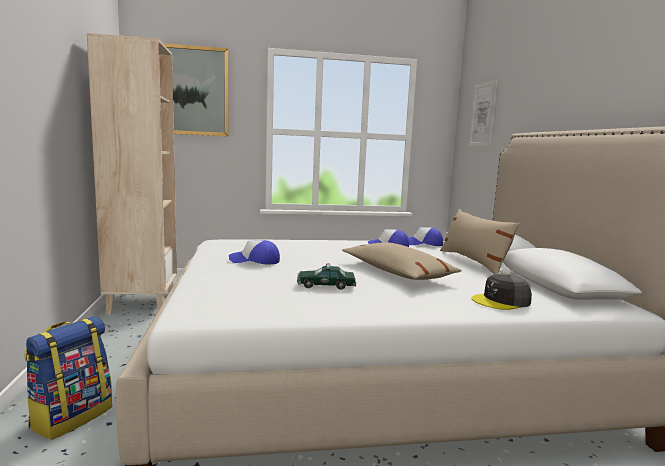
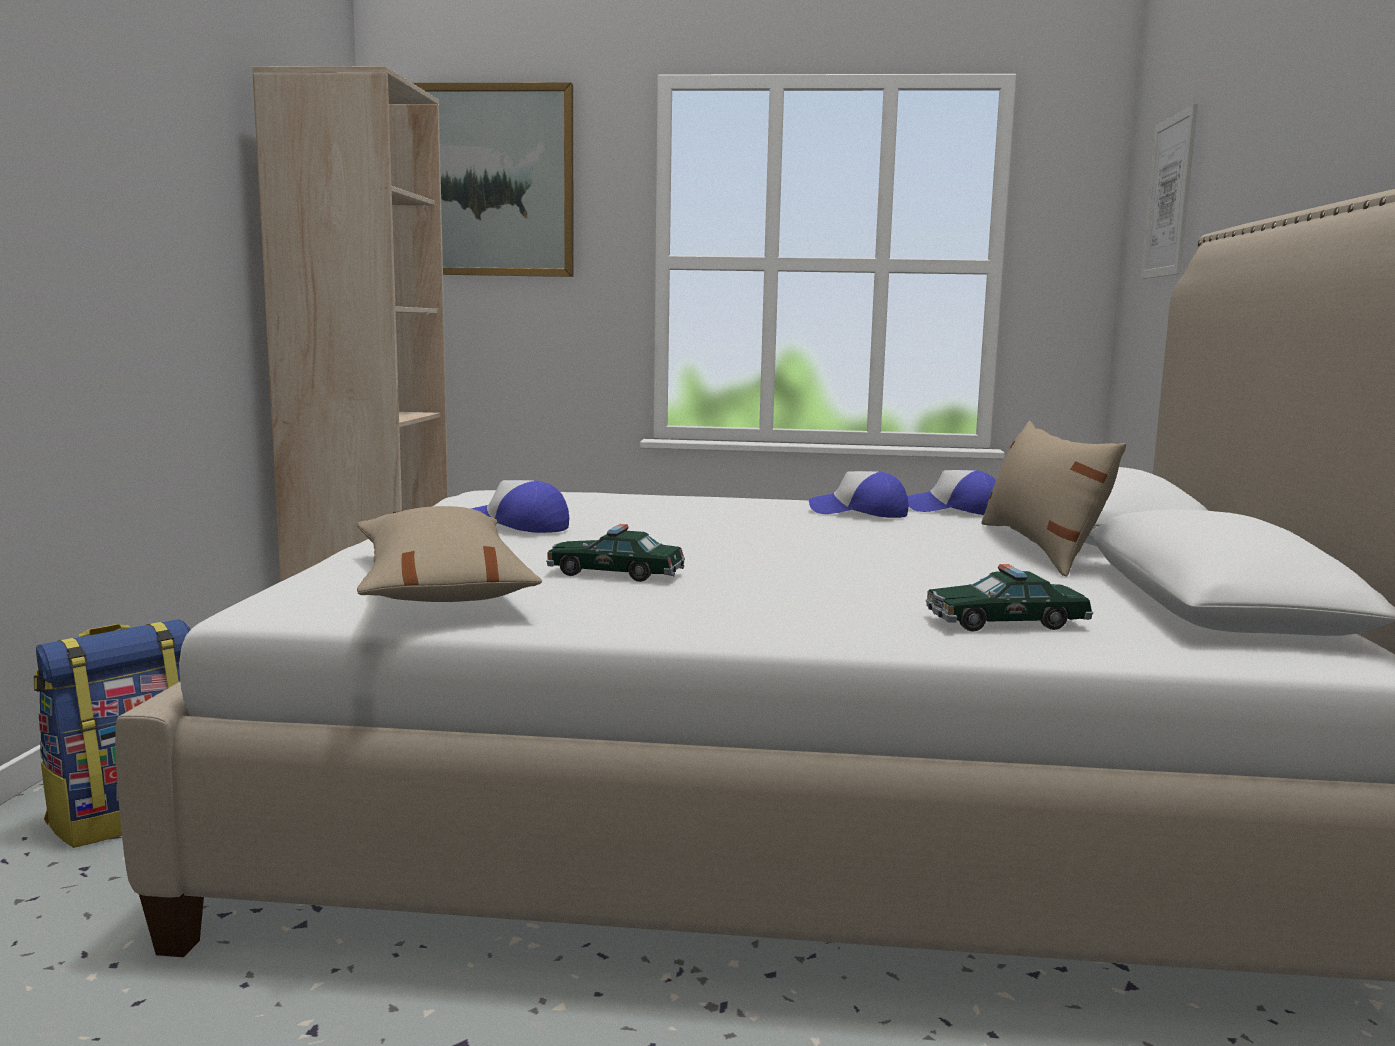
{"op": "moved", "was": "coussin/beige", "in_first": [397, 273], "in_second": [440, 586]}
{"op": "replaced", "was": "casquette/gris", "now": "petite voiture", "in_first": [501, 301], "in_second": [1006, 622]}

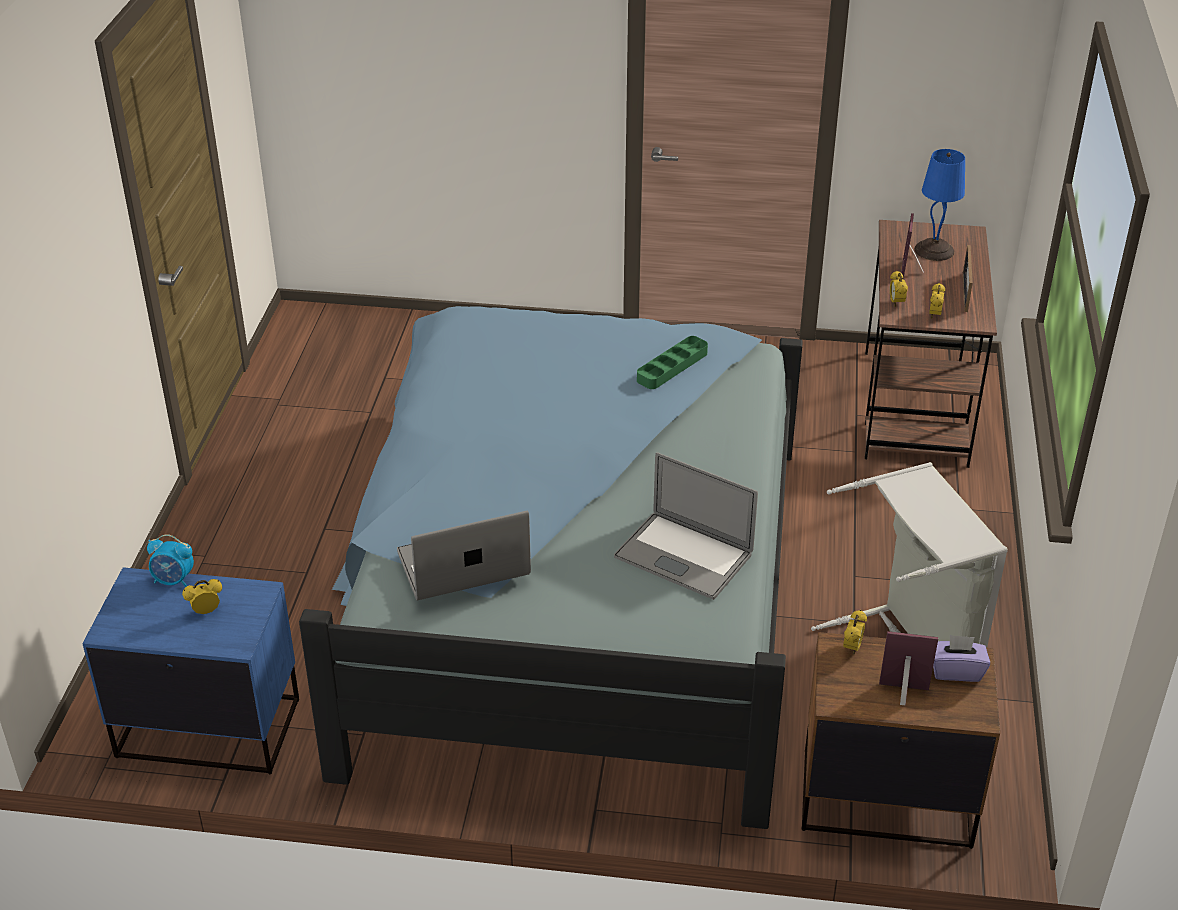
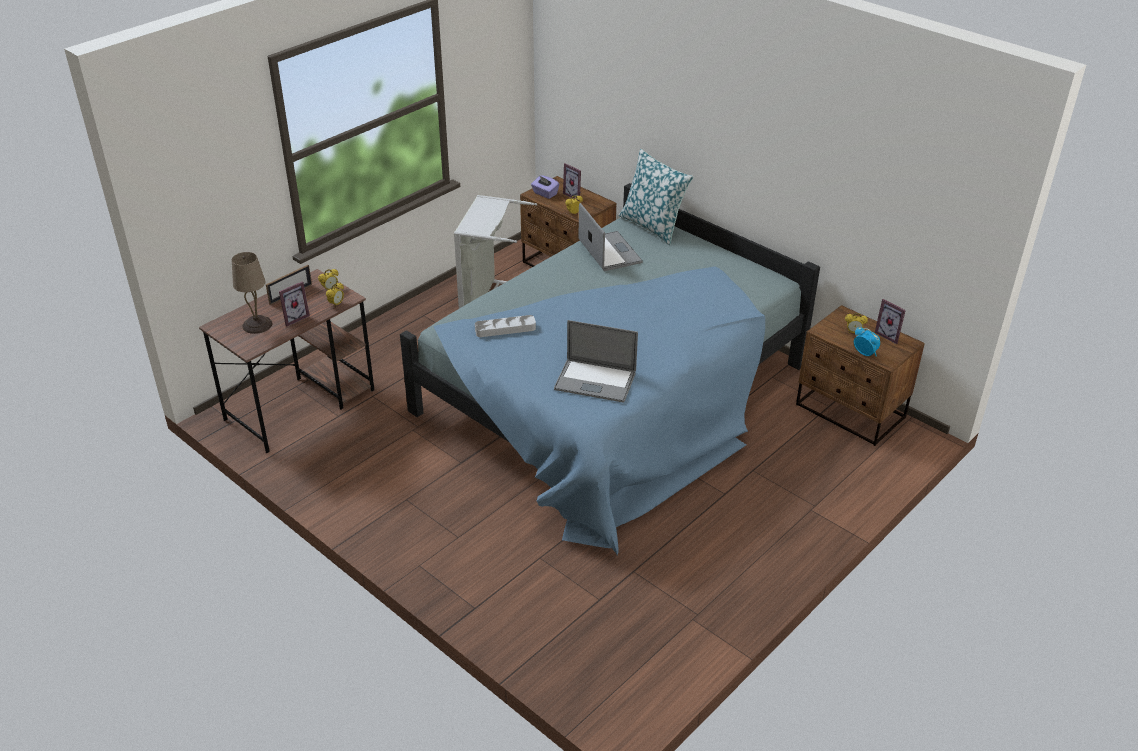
{"op": "recoloured", "was": "table de chevet/bleu", "now": "table de chevet/marron", "in_first": [208, 727], "in_second": [850, 412]}
{"op": "moved", "was": "ordinateur portable", "in_first": [463, 564], "in_second": [595, 381]}
{"op": "recoloured", "was": "plateau/vert", "now": "plateau/gris", "in_first": [672, 367], "in_second": [505, 329]}
{"op": "recoloured", "was": "lampe de table/bleu", "now": "lampe de table/beige", "in_first": [933, 250], "in_second": [257, 325]}
{"op": "added", "now": "coussin", "in_second": [653, 226]}
{"op": "added", "now": "cadre photo", "in_second": [890, 335]}

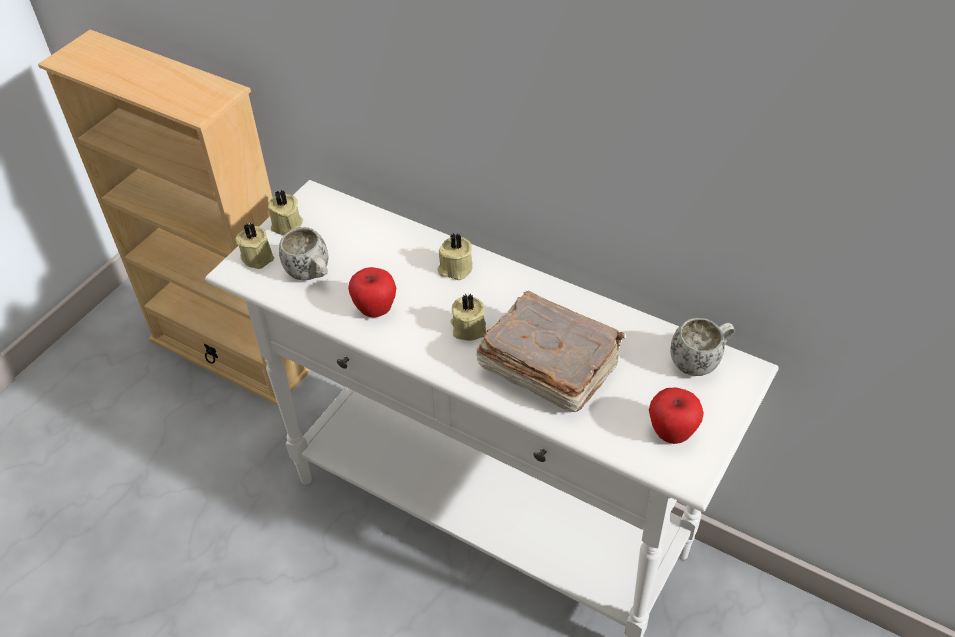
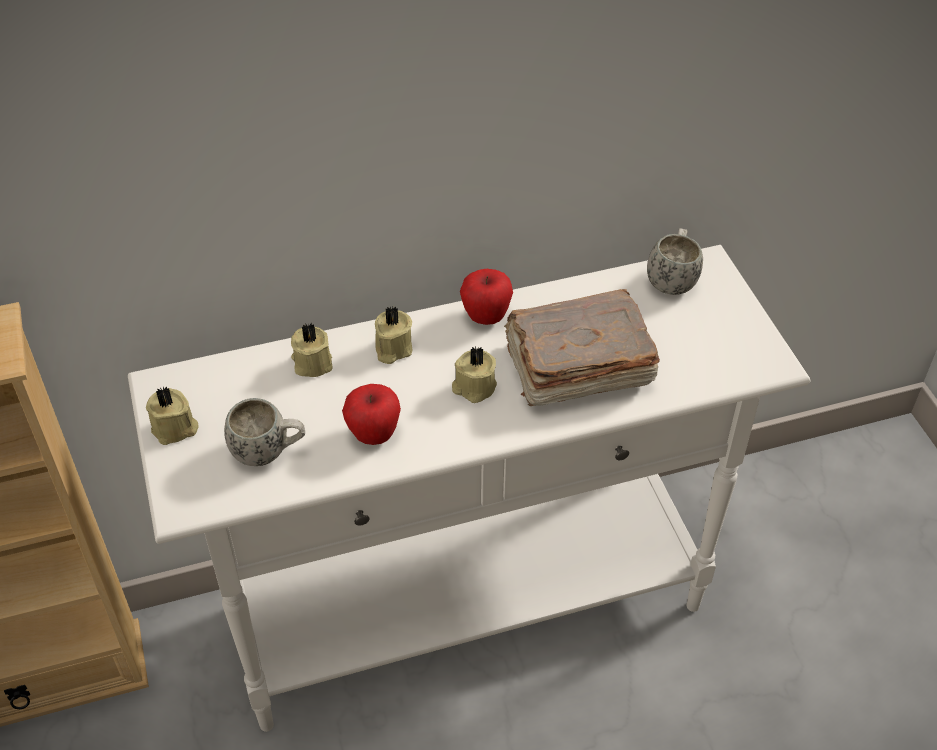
{"op": "moved", "was": "bougie/beige", "in_first": [258, 256], "in_second": [312, 363]}
{"op": "moved", "was": "pomme", "in_first": [671, 433], "in_second": [486, 317]}

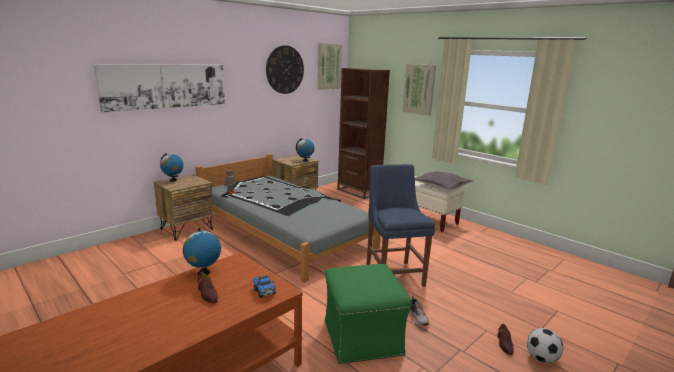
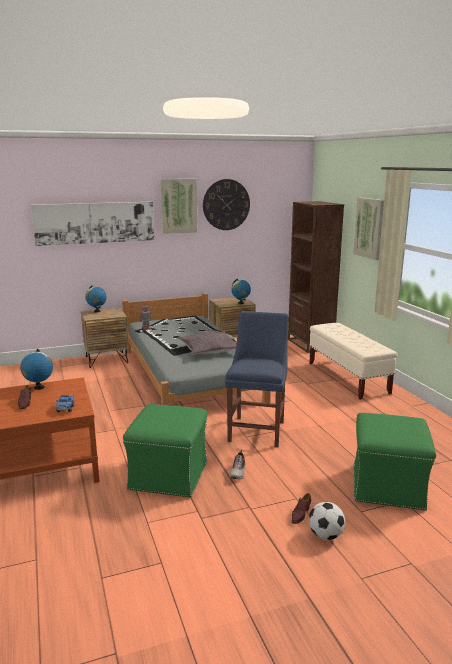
{"op": "moved", "was": "tableau", "in_first": [329, 66], "in_second": [178, 206]}
{"op": "moved", "was": "coussin/gris", "in_first": [441, 186], "in_second": [209, 350]}
{"op": "added", "now": "pouf/vert", "in_second": [388, 487]}

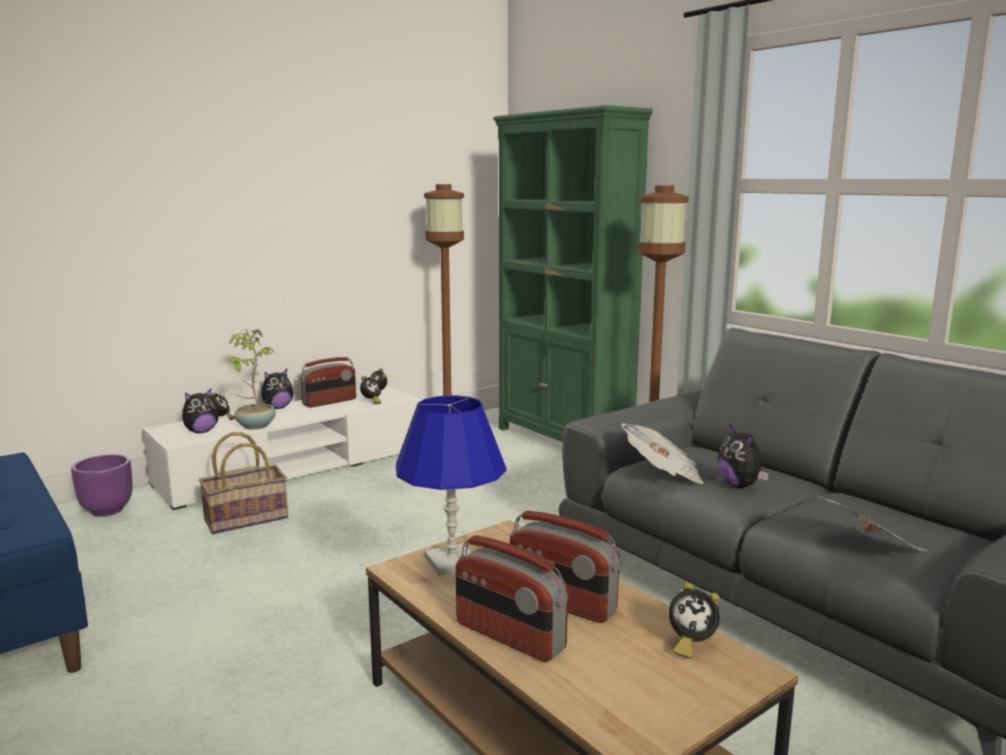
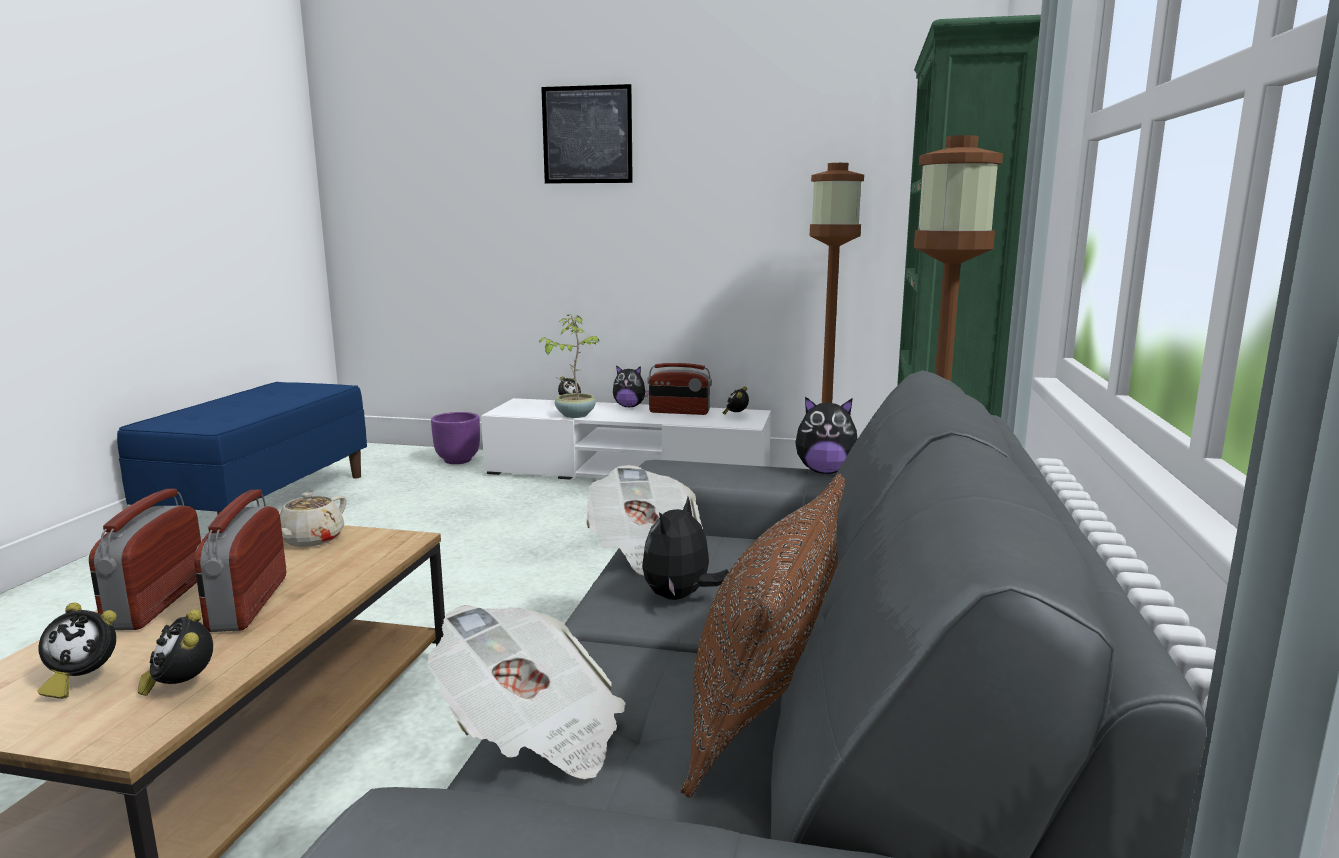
{"op": "moved", "was": "peluche", "in_first": [201, 432], "in_second": [825, 471]}
{"op": "removed", "was": "panier", "in_first": [246, 518]}
{"op": "moved", "was": "réveil", "in_first": [371, 402], "in_second": [82, 681]}
{"op": "replaced", "was": "lampe de table/bleu", "now": "théière/beige", "in_first": [452, 561], "in_second": [310, 540]}
{"op": "added", "now": "tableau", "in_second": [587, 135]}
{"op": "added", "now": "coussin/marron", "in_second": [767, 696]}

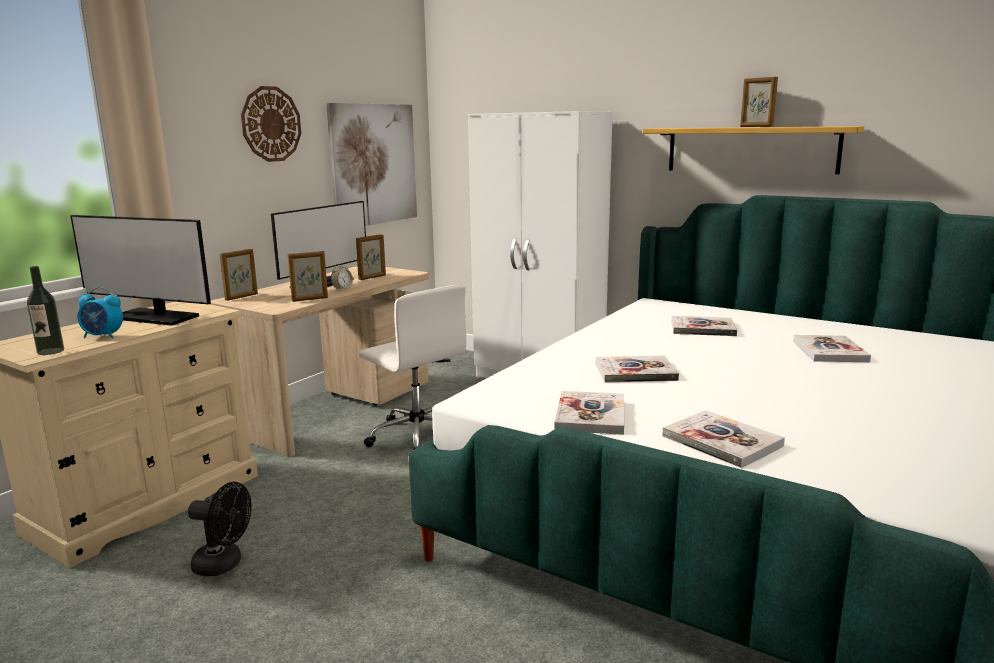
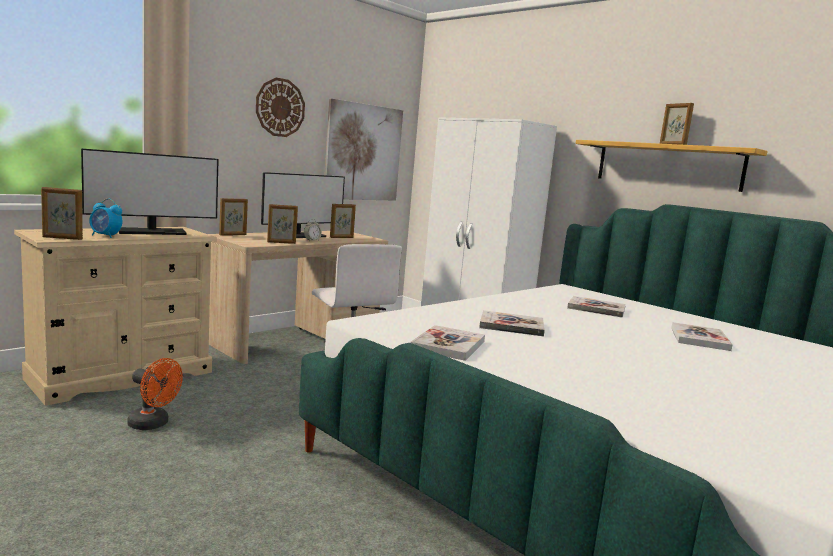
{"op": "replaced", "was": "bouteille", "now": "cadre photo", "in_first": [50, 351], "in_second": [62, 238]}
{"op": "turned", "was": "écran d'ordinateur", "in_first": [154, 317], "in_second": [152, 232], "clockwise": -60}
{"op": "recoloured", "was": "ventilateur/noir", "now": "ventilateur/orange", "in_first": [224, 564], "in_second": [153, 424]}
{"op": "removed", "was": "livre", "in_first": [721, 441]}

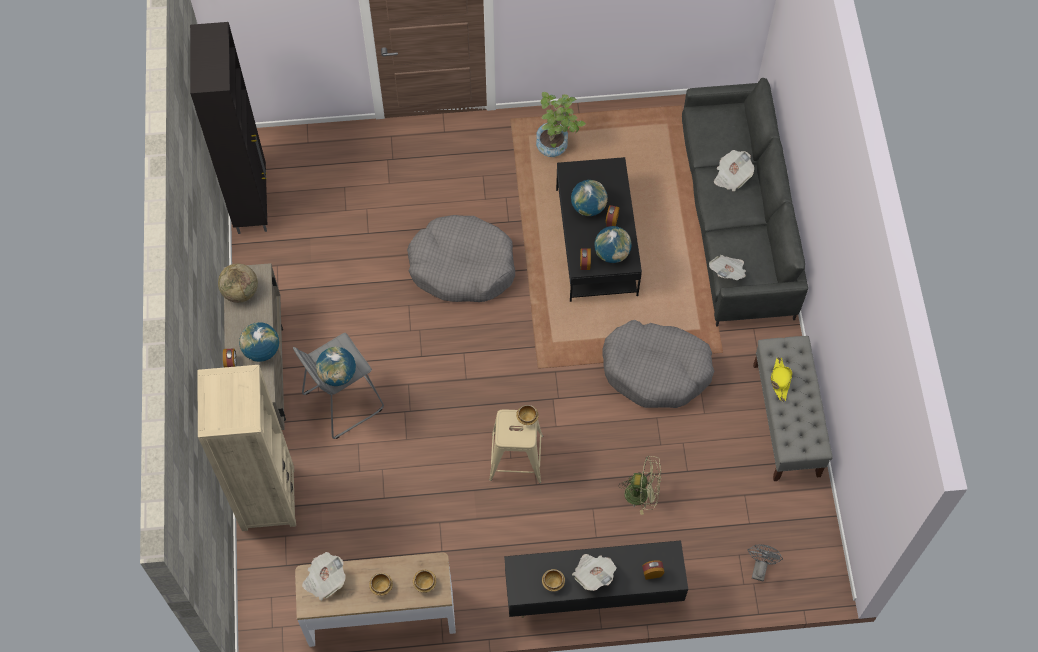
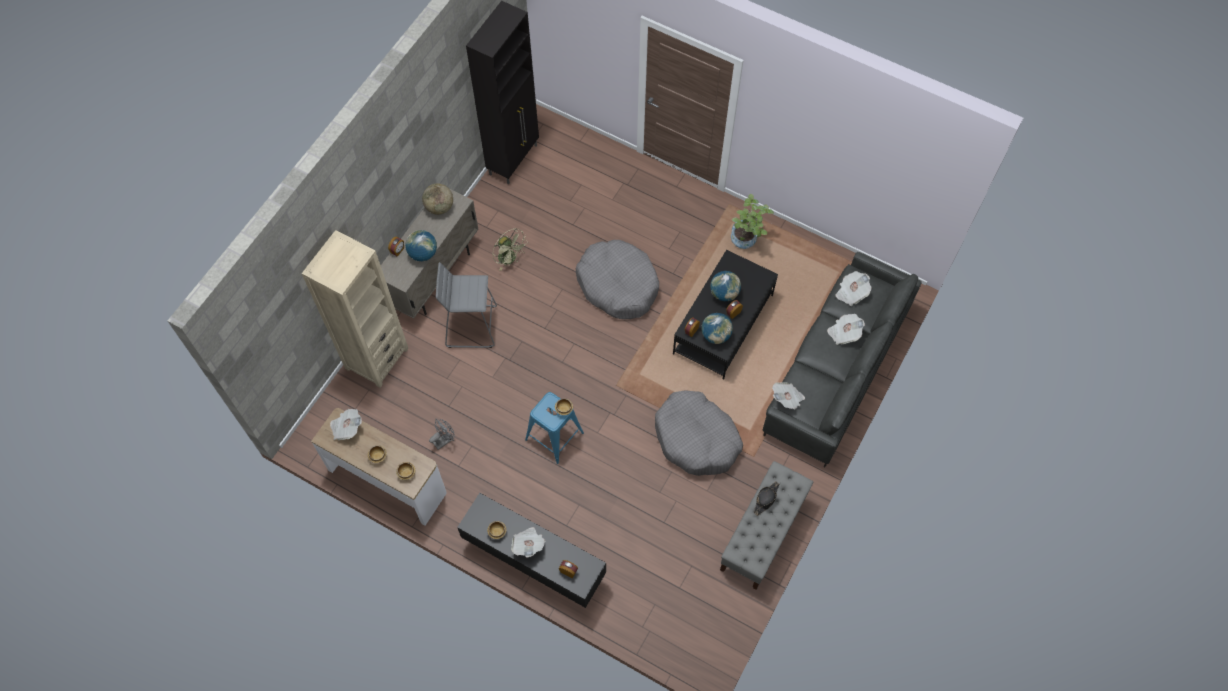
{"op": "removed", "was": "globe", "in_first": [337, 374]}
{"op": "recoloured", "was": "tabouret/beige", "now": "tabouret/bleu", "in_first": [516, 457], "in_second": [554, 436]}
{"op": "moved", "was": "ventilateur/vert", "in_first": [642, 494], "in_second": [510, 259]}
{"op": "moved", "was": "ventilateur/gris", "in_first": [760, 567], "in_second": [444, 440]}
{"op": "recoloured", "was": "chapeau/jaune", "now": "chapeau/noir", "in_first": [780, 380], "in_second": [766, 499]}
{"op": "added", "now": "journal", "in_second": [851, 292]}

